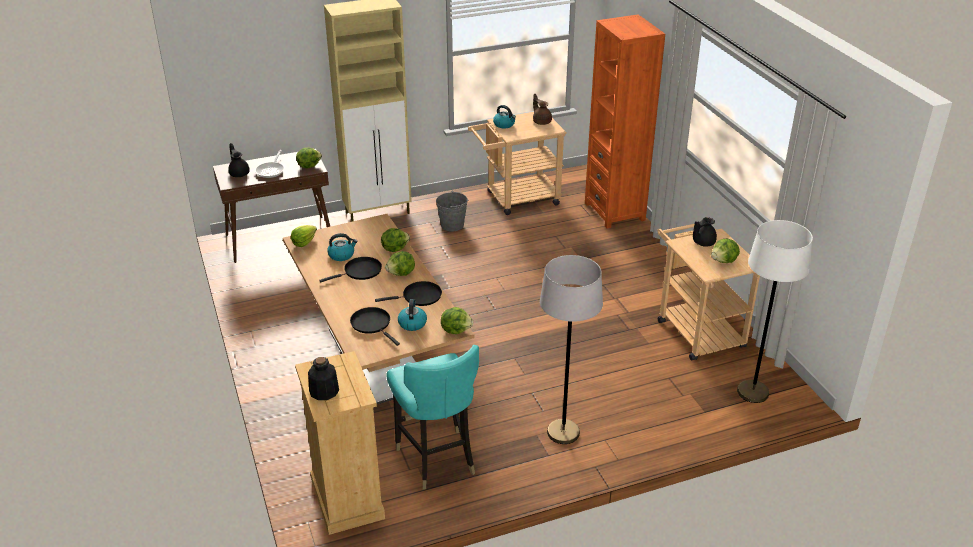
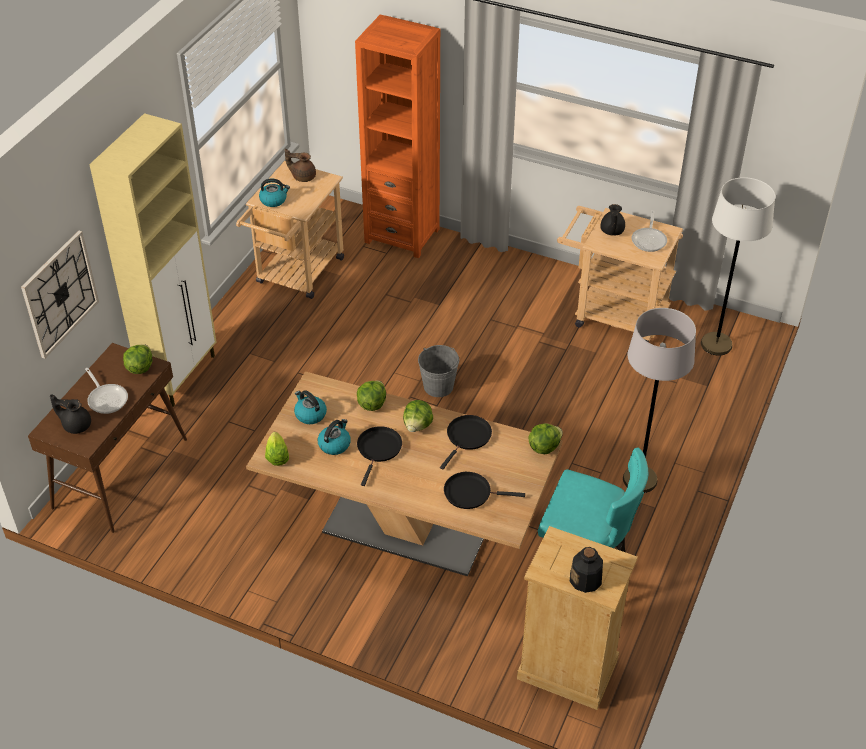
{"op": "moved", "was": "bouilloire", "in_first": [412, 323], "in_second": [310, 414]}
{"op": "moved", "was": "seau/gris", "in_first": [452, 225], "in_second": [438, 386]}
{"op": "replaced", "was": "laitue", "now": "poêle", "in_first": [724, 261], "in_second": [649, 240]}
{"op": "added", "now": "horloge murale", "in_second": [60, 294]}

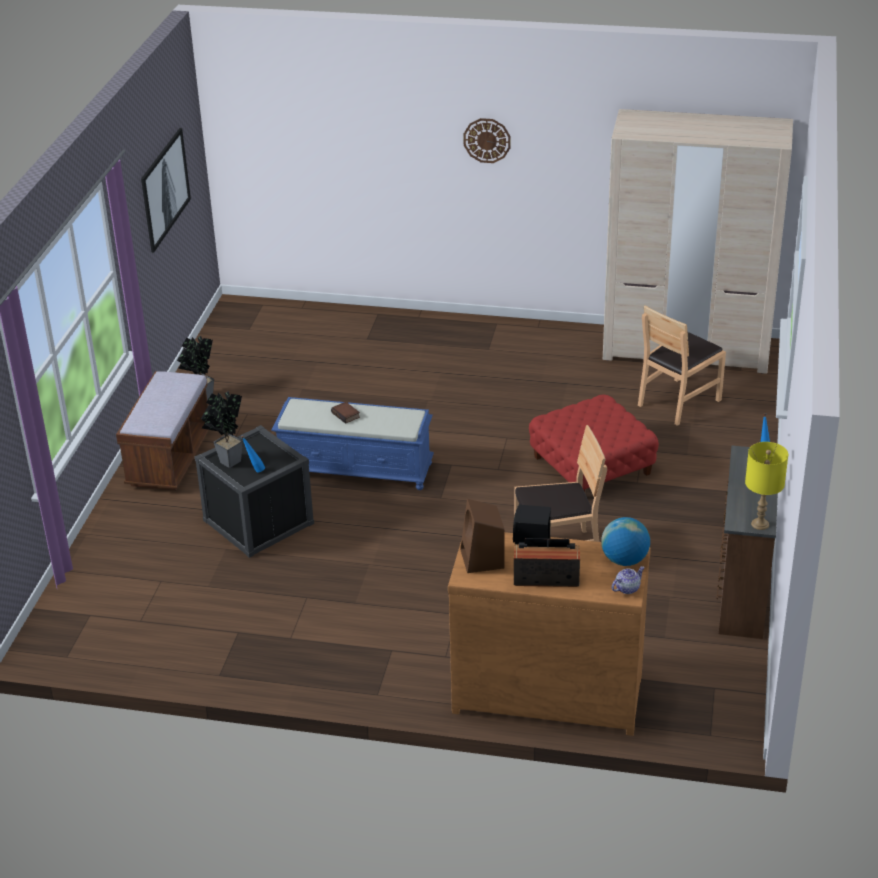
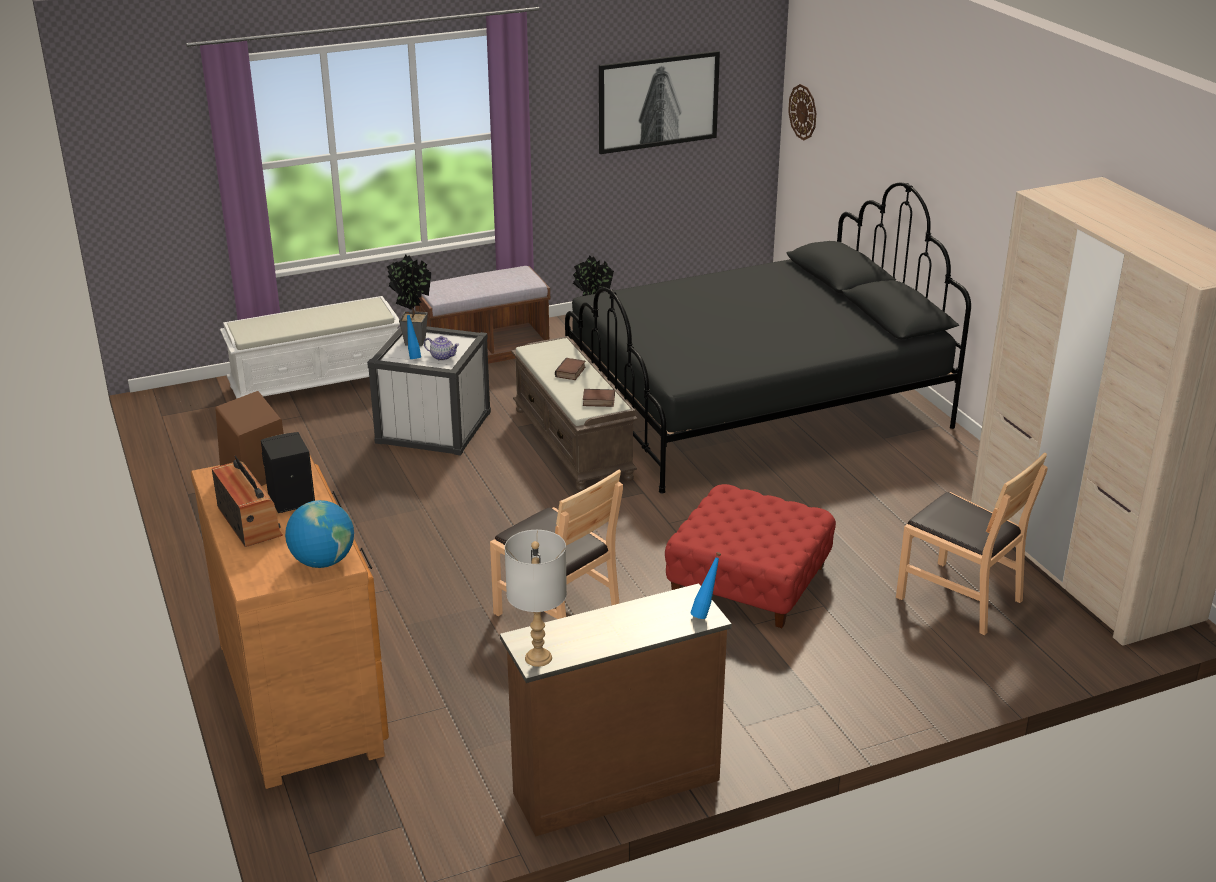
{"op": "recoloured", "was": "boîte de rangement/noir", "now": "boîte de rangement/blanc", "in_first": [258, 522], "in_second": [433, 427]}
{"op": "recoloured", "was": "banc/bleu", "now": "banc/marron", "in_first": [356, 469], "in_second": [574, 444]}
{"op": "moved", "was": "horloge murale", "in_first": [487, 140], "in_second": [803, 112]}
{"op": "moved", "was": "théière", "in_first": [627, 588], "in_second": [442, 357]}
{"op": "turned", "was": "chaise/marron", "in_first": [678, 402], "in_second": [959, 598], "clockwise": -150}
{"op": "recoloured", "was": "lampe de table/jaune", "now": "lampe de table/gris", "in_first": [760, 524], "in_second": [539, 657]}
{"op": "added", "now": "banc/blanc", "in_second": [318, 383]}
{"op": "added", "now": "lit/noir", "in_second": [755, 405]}
{"op": "added", "now": "livre", "in_second": [598, 401]}

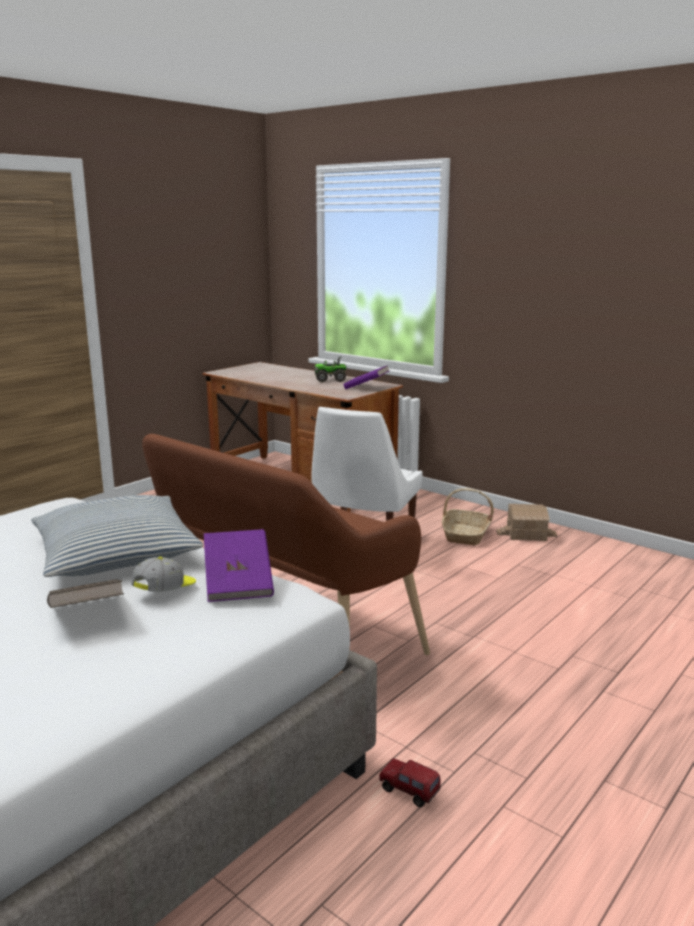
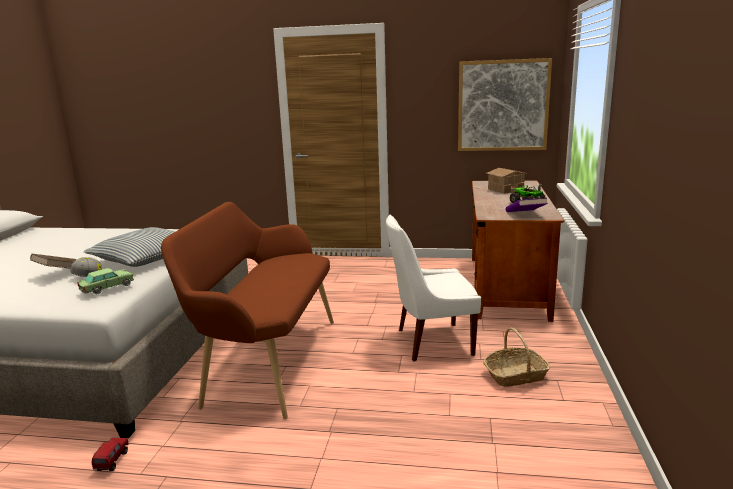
{"op": "replaced", "was": "livre/violet", "now": "petite voiture", "in_first": [238, 584], "in_second": [107, 288]}
{"op": "moved", "was": "maison miniature", "in_first": [526, 533], "in_second": [506, 189]}
{"op": "added", "now": "tableau", "in_second": [503, 105]}

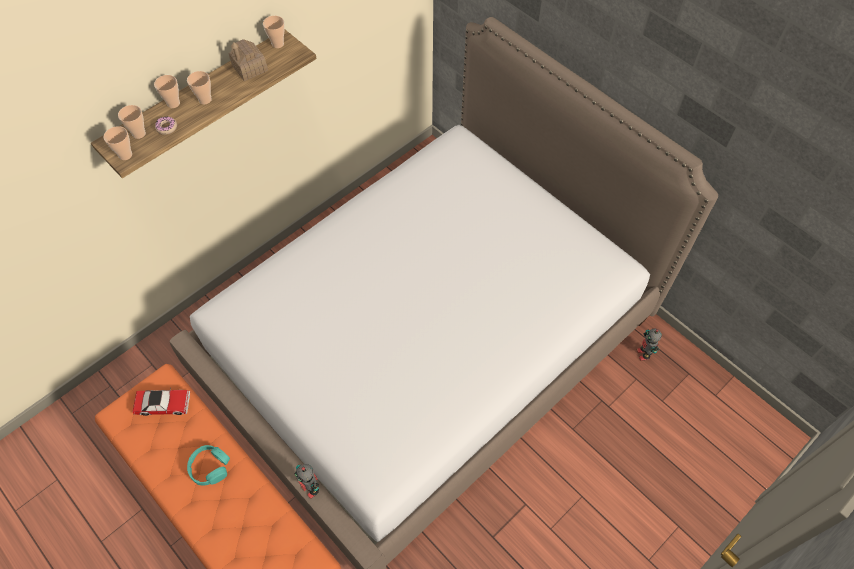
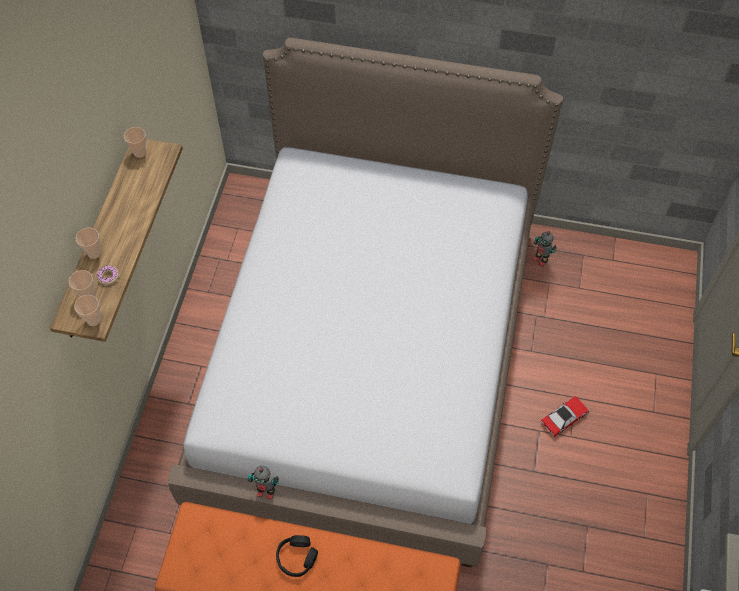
{"op": "moved", "was": "petite voiture", "in_first": [163, 404], "in_second": [564, 418]}
{"op": "removed", "was": "tasse", "in_first": [205, 100]}
{"op": "recoloured", "was": "casque audio/turquoise", "now": "casque audio/noir", "in_first": [210, 467], "in_second": [296, 557]}
{"op": "removed", "was": "maison miniature", "in_first": [249, 68]}
{"op": "moved", "was": "robot jouet", "in_first": [311, 488], "in_second": [266, 492]}

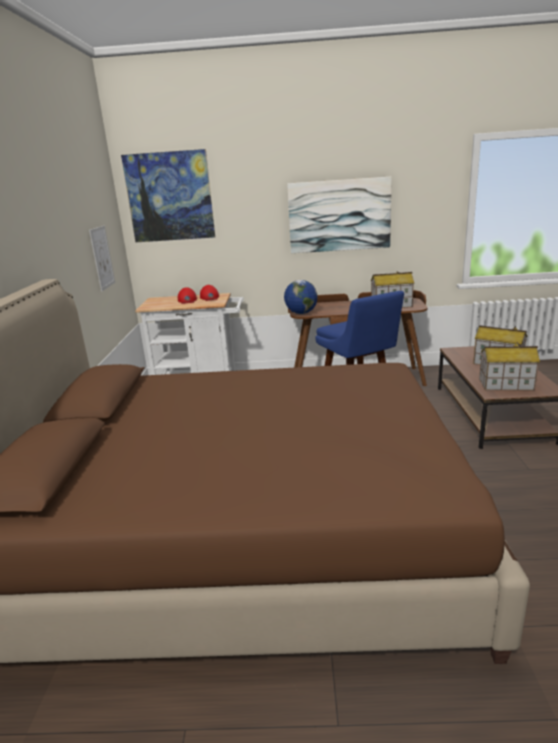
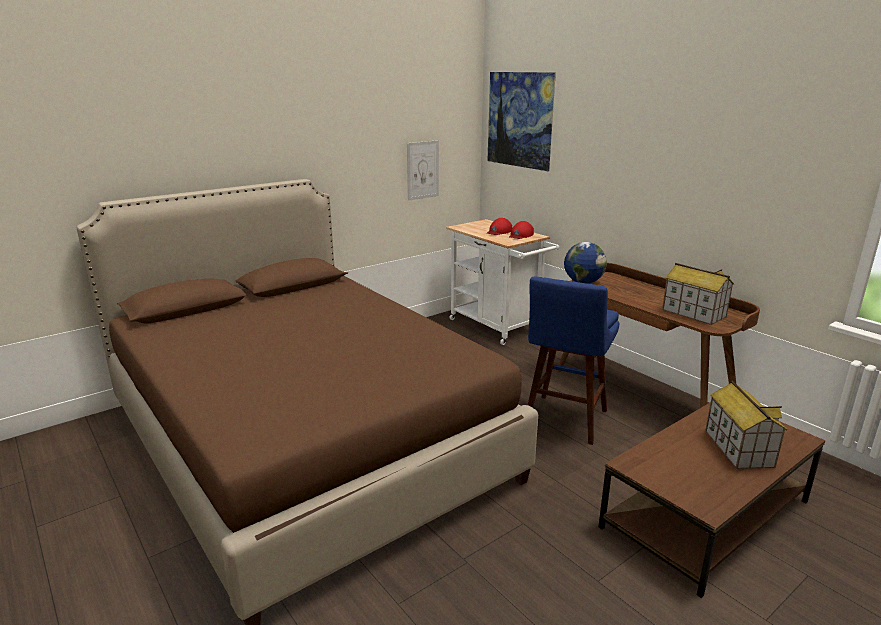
{"op": "removed", "was": "tableau", "in_first": [339, 215]}
{"op": "removed", "was": "maison miniature", "in_first": [505, 384]}

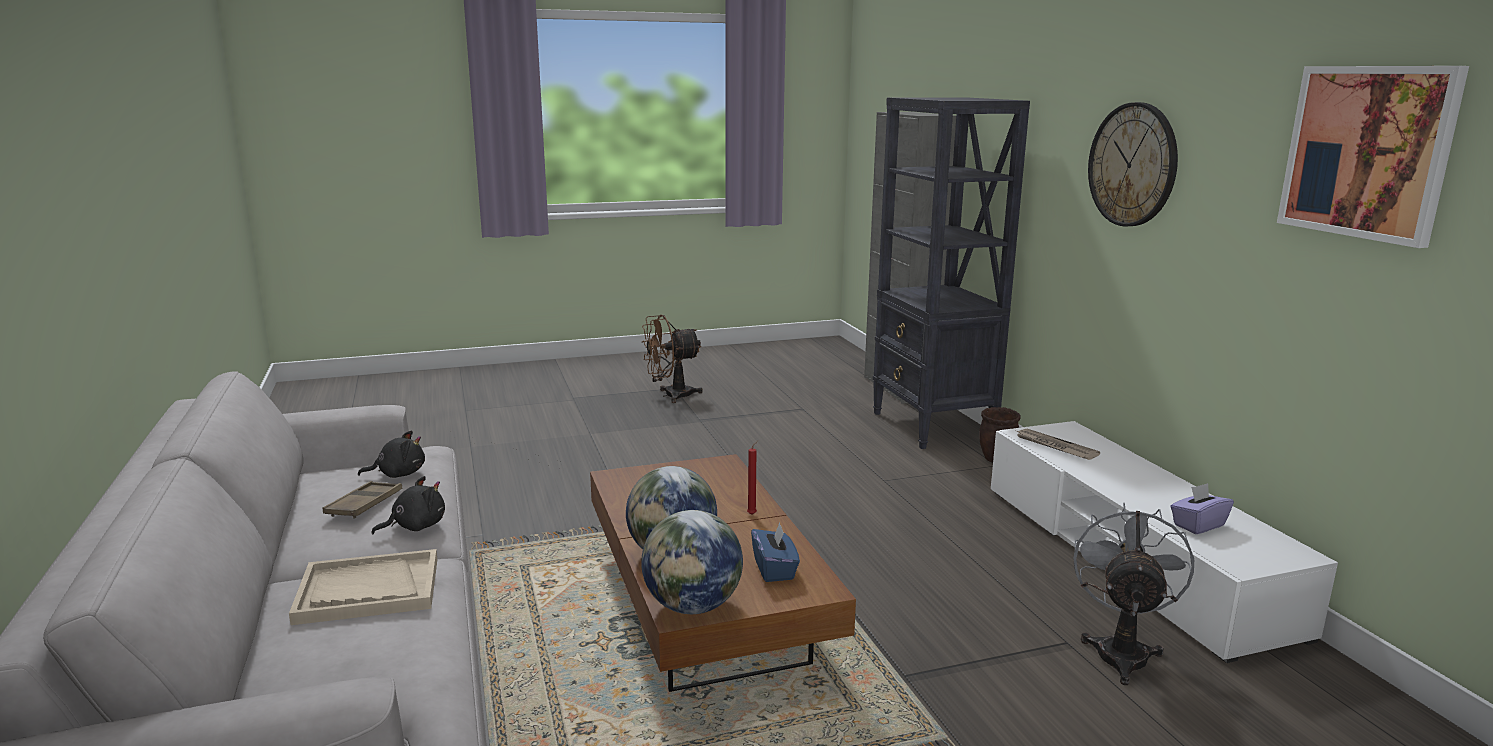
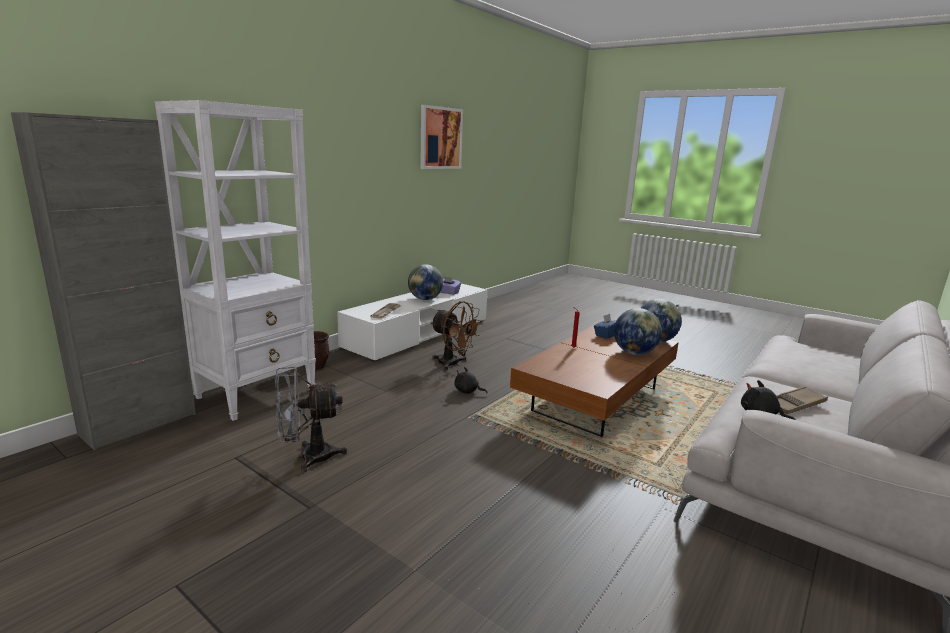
{"op": "removed", "was": "plateau/beige", "in_first": [368, 590]}
{"op": "moved", "was": "peluche/noir", "in_first": [415, 526], "in_second": [468, 391]}
{"op": "moved", "was": "ventilateur/marron", "in_first": [671, 396], "in_second": [453, 364]}
{"op": "recoloured", "was": "bibliothèque/noir", "now": "bibliothèque/blanc", "in_first": [932, 426], "in_second": [258, 393]}
{"op": "moved", "was": "ventilateur/gris", "in_first": [1121, 651], "in_second": [308, 457]}
{"op": "removed", "was": "horloge murale", "in_first": [1133, 165]}
{"op": "added", "now": "globe", "in_second": [425, 299]}

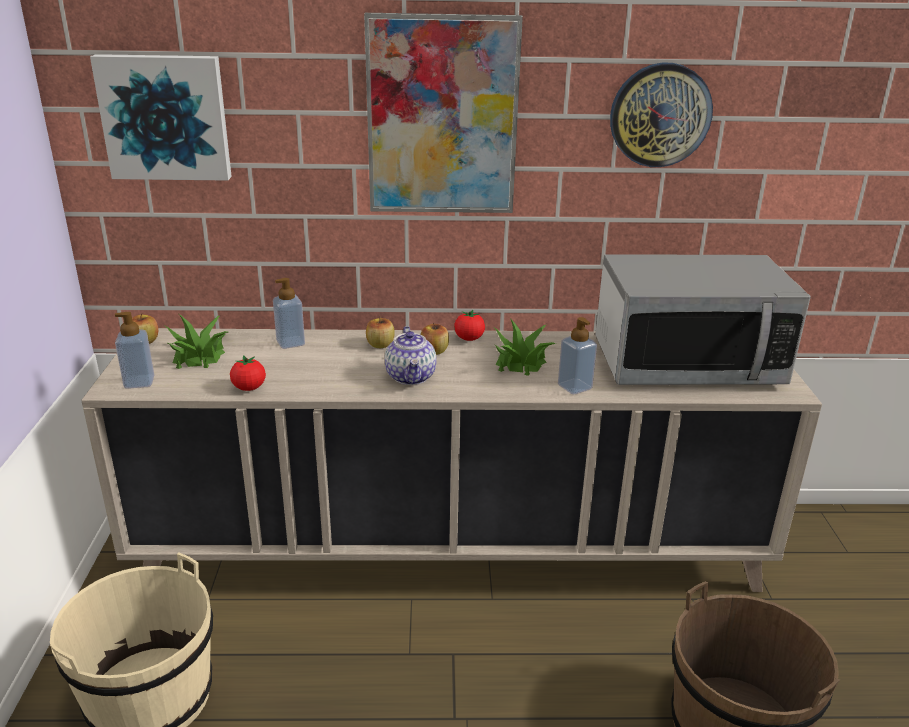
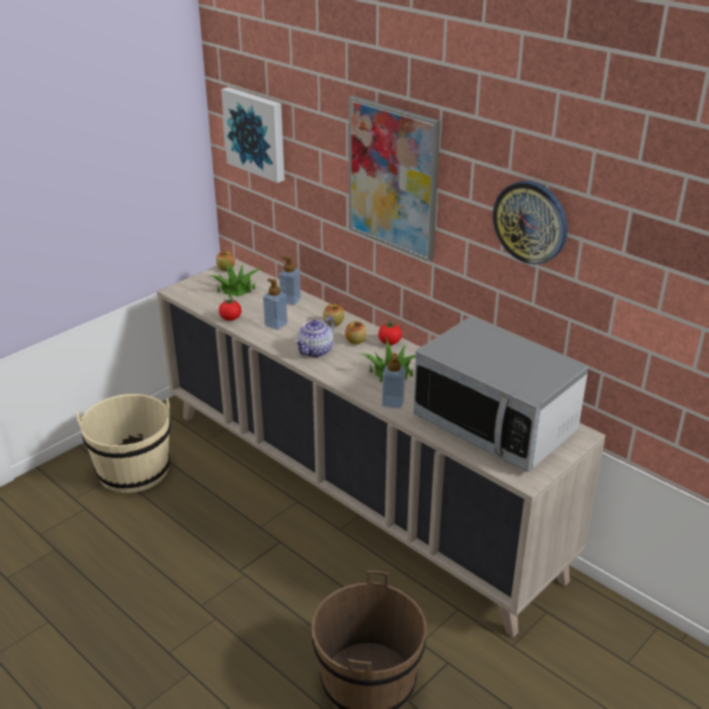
{"op": "moved", "was": "distributeur de savon", "in_first": [139, 382], "in_second": [276, 325]}

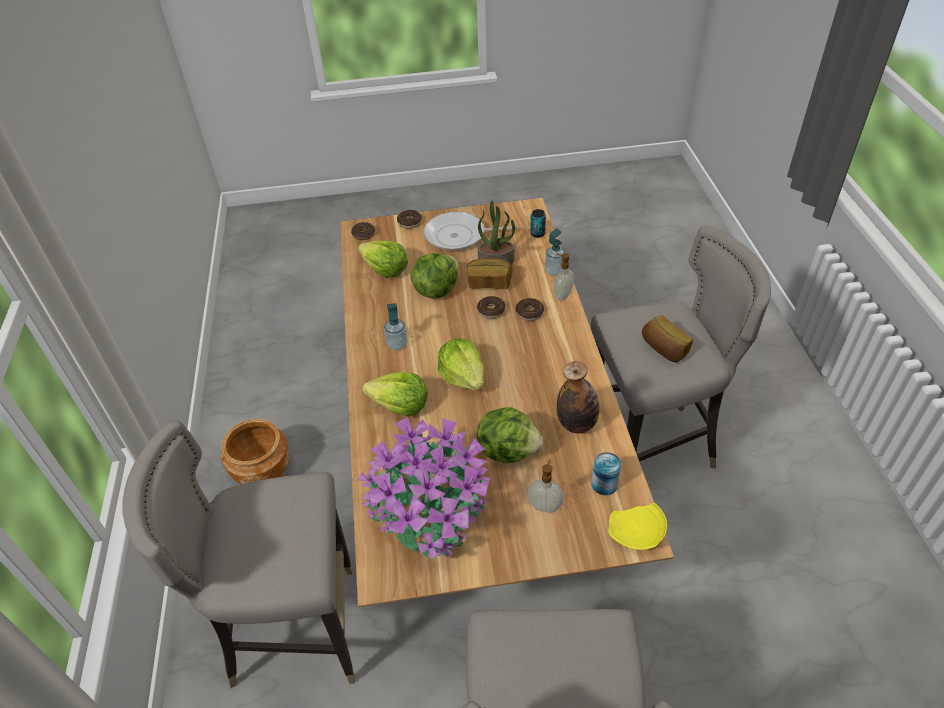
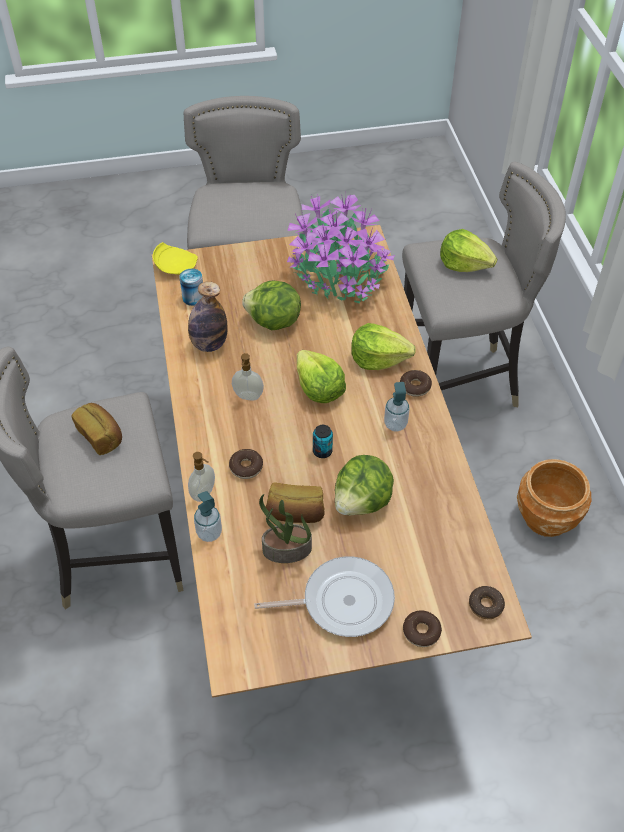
{"op": "moved", "was": "laitue", "in_first": [385, 270], "in_second": [464, 264]}
{"op": "moved", "was": "beignet", "in_first": [491, 311], "in_second": [415, 387]}
{"op": "moved", "was": "distributeur de savon", "in_first": [545, 505], "in_second": [248, 396]}
{"op": "moved", "was": "boîte métallique", "in_first": [537, 233], "in_second": [322, 451]}

